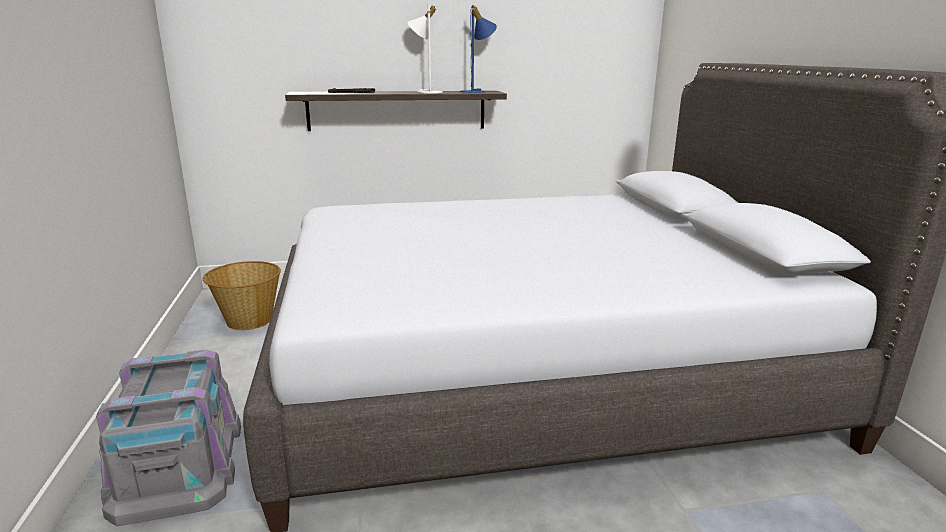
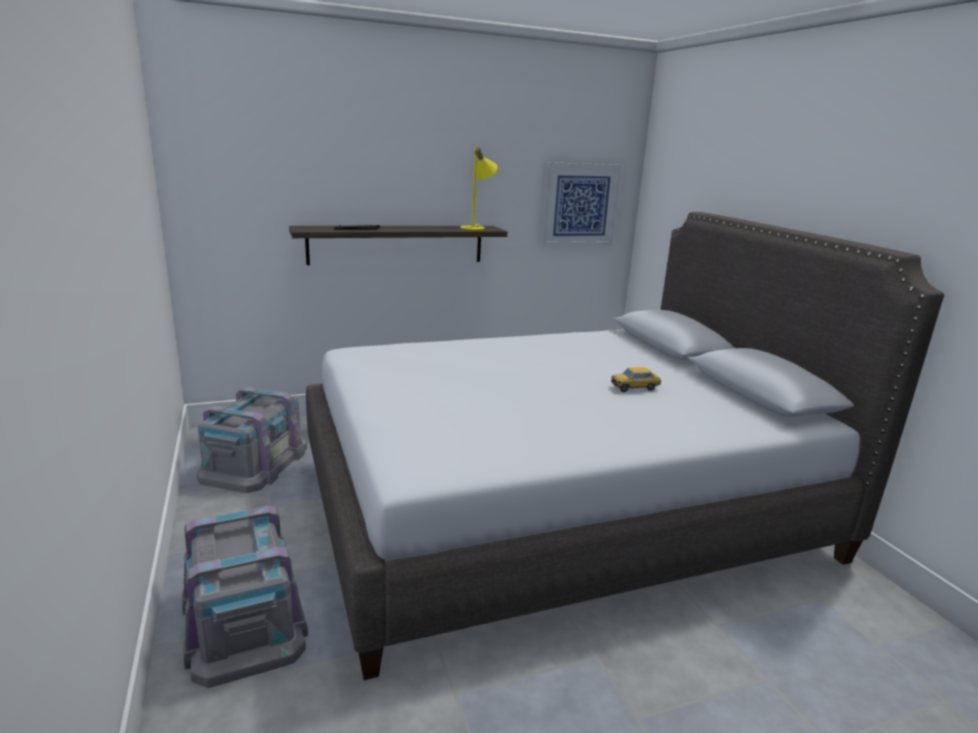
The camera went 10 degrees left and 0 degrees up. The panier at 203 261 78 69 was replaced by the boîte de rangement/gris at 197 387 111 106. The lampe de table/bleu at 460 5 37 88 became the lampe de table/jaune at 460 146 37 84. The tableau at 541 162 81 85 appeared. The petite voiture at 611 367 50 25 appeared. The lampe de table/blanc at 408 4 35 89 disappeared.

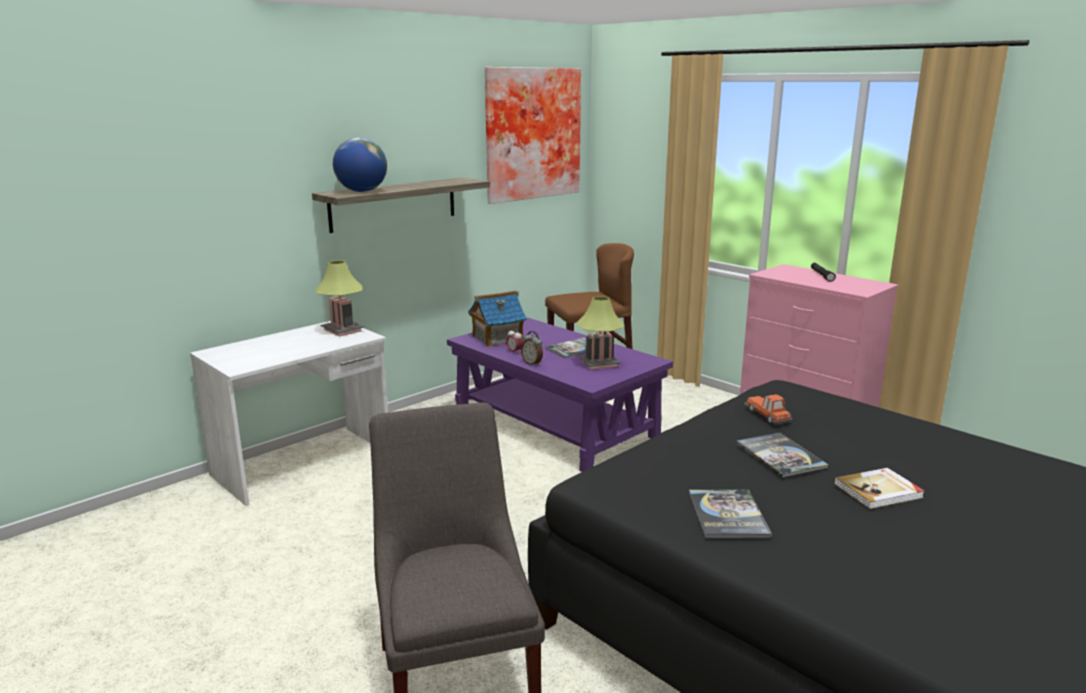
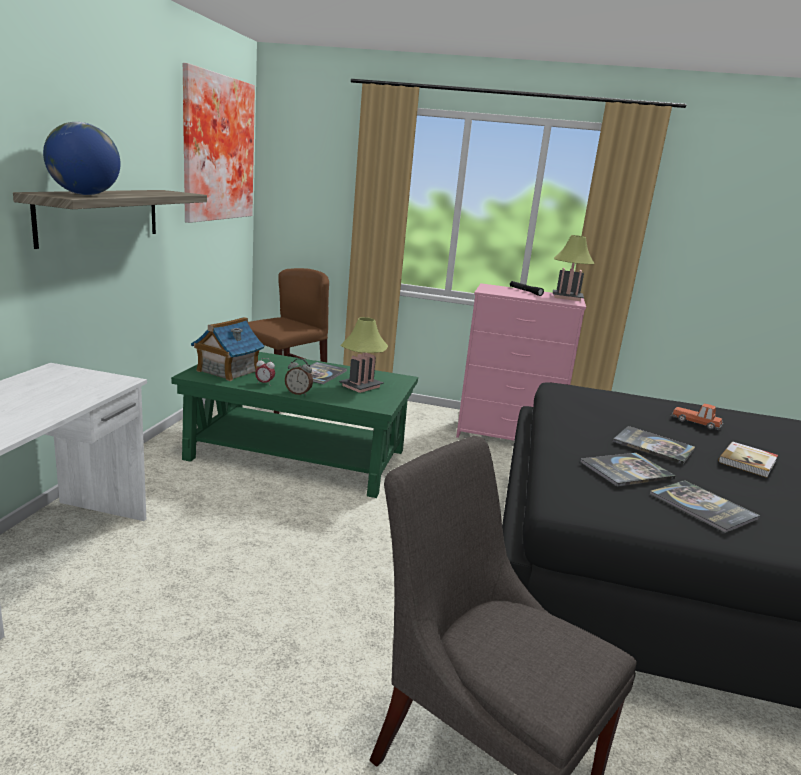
The camera went 35 degrees left and 0 degrees up. The table basse/violet at 447 318 226 154 became the table basse/vert at 171 352 247 146. The lampe de table moved from 316 260 48 76 to 553 235 41 66. The livre at 580 453 96 34 appeared. The petite voiture moved from 744 394 48 31 to 671 404 52 26.

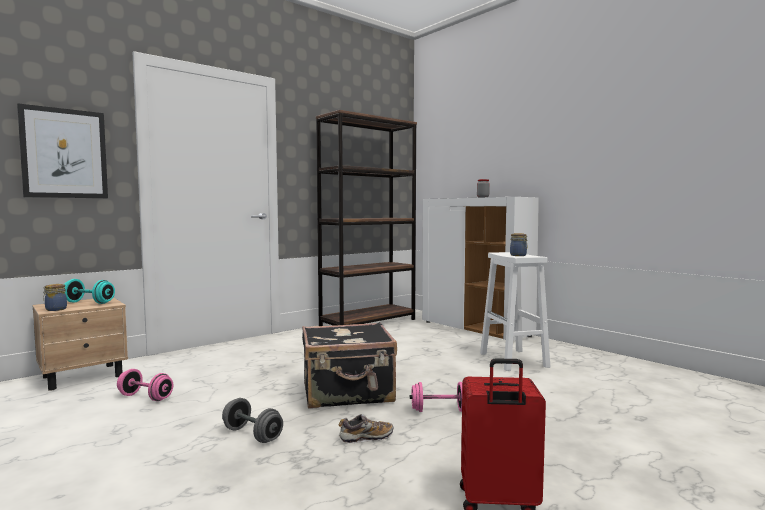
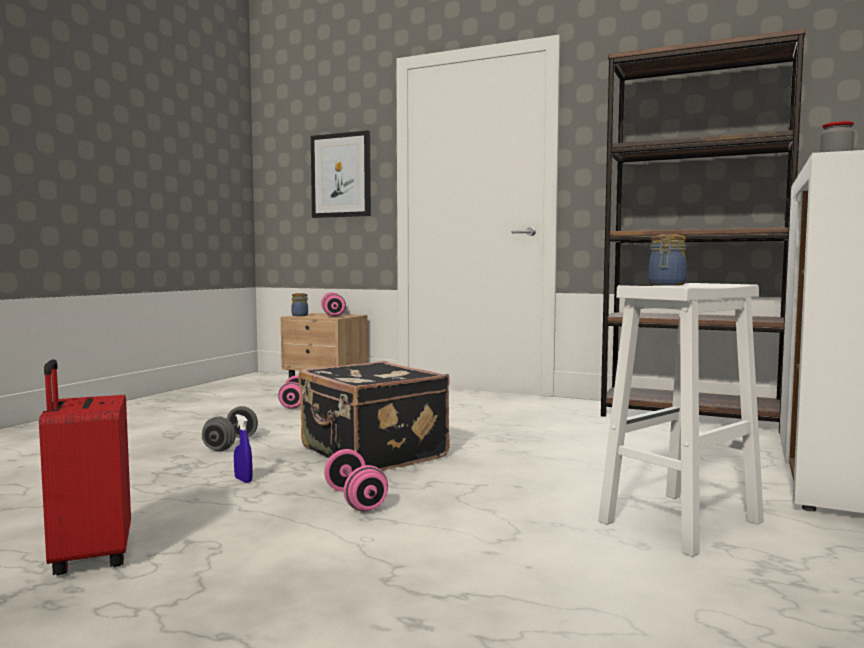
The camera went 65 degrees right and 0 degrees up. The chaussure at 339 414 54 29 was replaced by the vaporisateur/bleu at 234 414 19 69. The haltère/turquoise at 64 279 51 25 became the haltère/rose at 321 292 25 25.

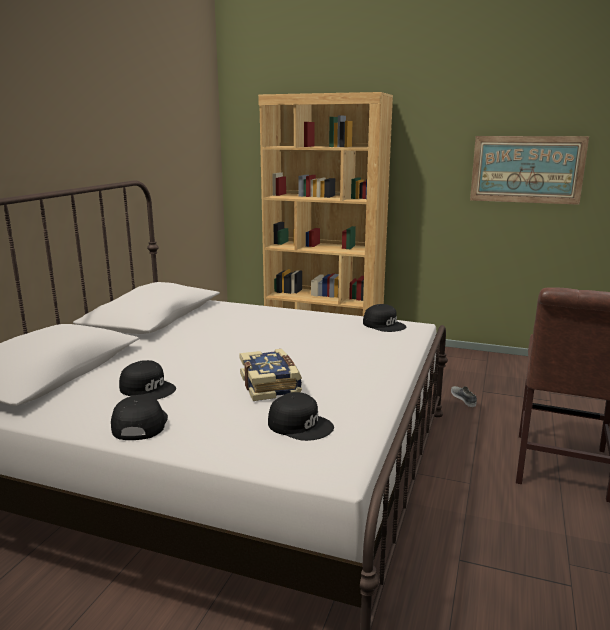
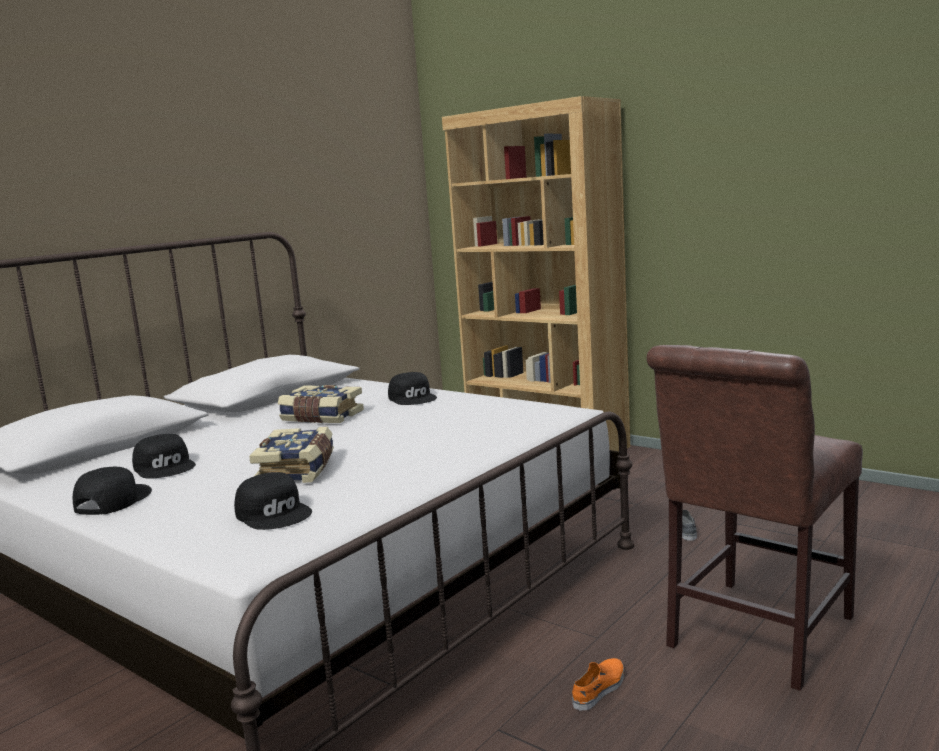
The camera went 20 degrees right and 5 degrees down. The livre at 278 385 86 38 appeared. The casquette/noir moved from 363 304 44 28 to 388 372 49 33. The chaussure/orange at 572 658 52 52 appeared. The tableau at 470 136 119 69 disappeared.

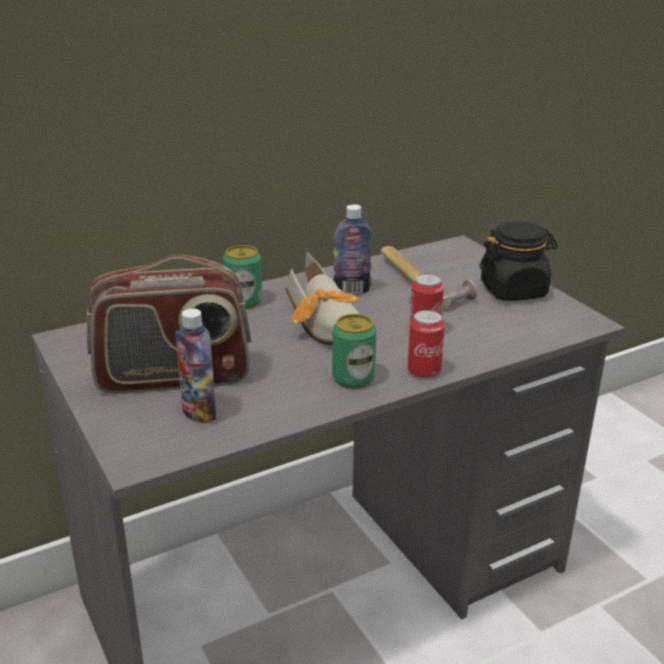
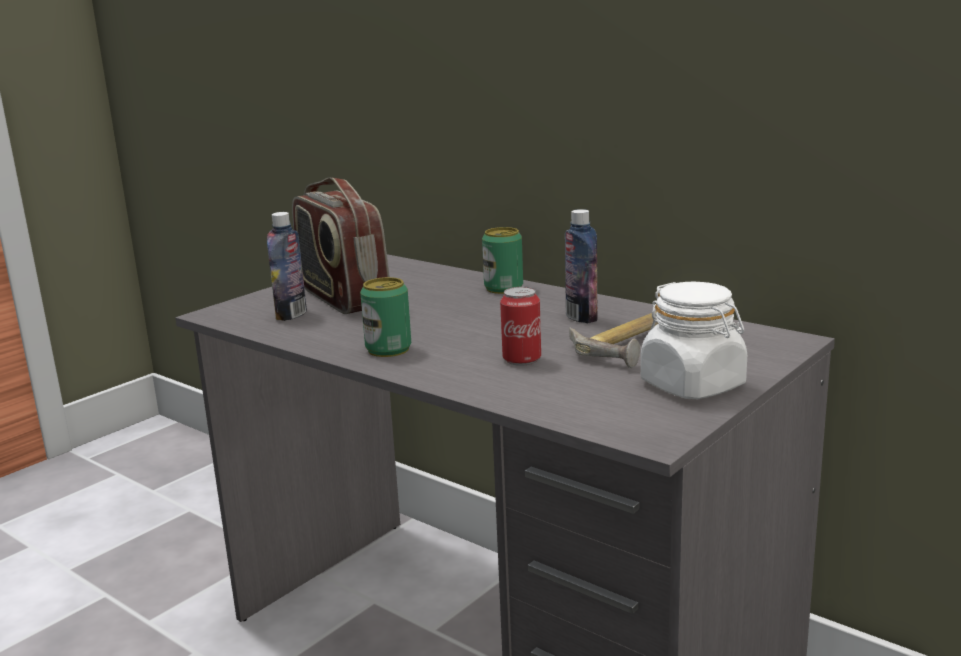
The camera went 70 degrees right and 10 degrees down. The bocal/noir at 480 221 77 80 became the bocal/blanc at 641 282 106 117. The chaussure at 286 252 74 93 disappeared. The boîte métallique at 408 310 37 68 disappeared.

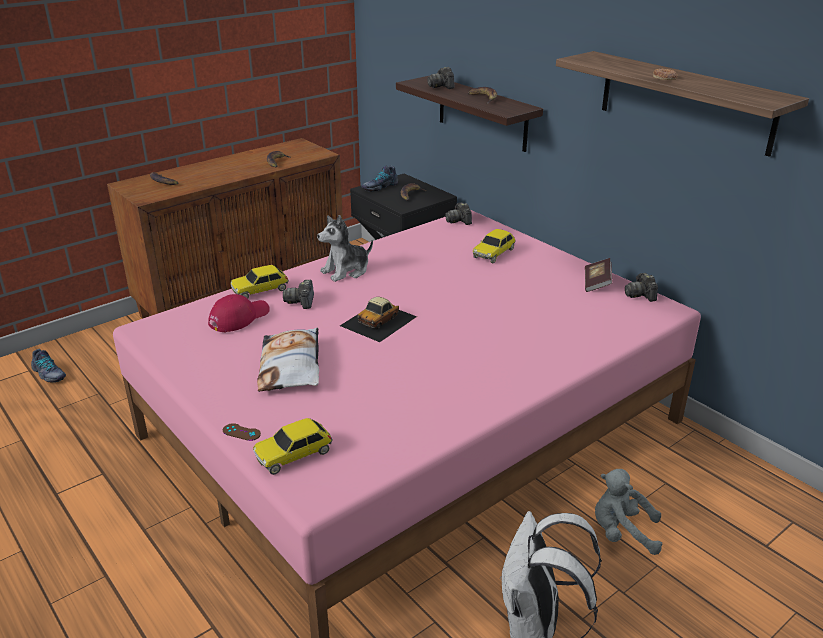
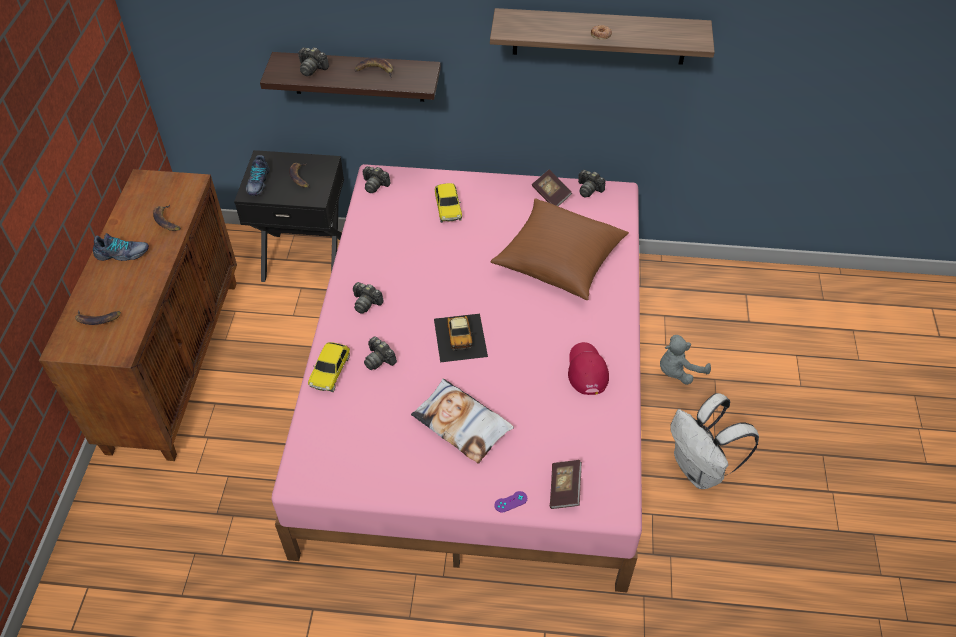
The camera went 45 degrees left and 20 degrees up. The chaussure moved from 31 349 35 34 to 93 233 56 28. The peluche at 317 215 56 67 was replaced by the appareil photo at 353 282 31 32. The coussin/marron at 491 198 138 102 appeared. The manette/marron at 223 423 38 18 became the manette/violet at 494 491 33 22. The petite voiture at 253 418 80 57 was replaced by the livre at 550 460 32 49. The casquette/rouge moved from 208 294 62 39 to 568 342 41 53.

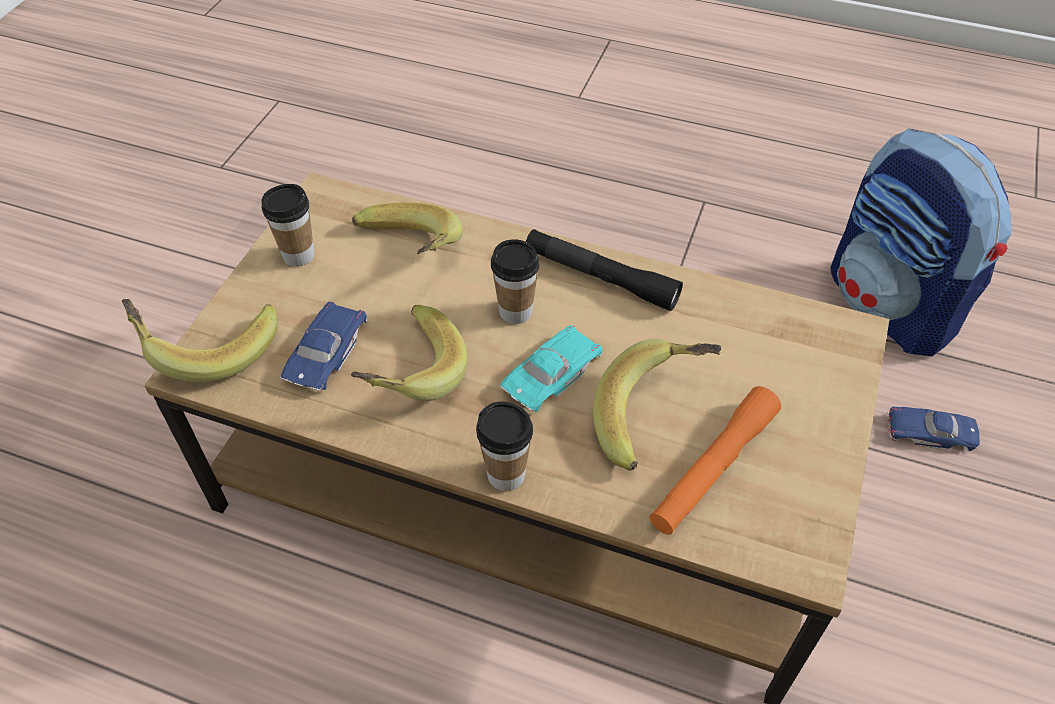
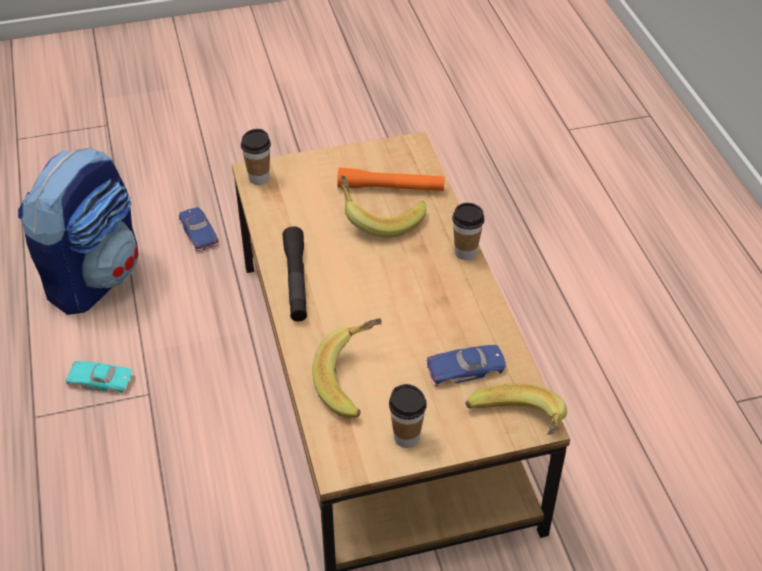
The camera went 125 degrees left and 5 degrees down. The petite voiture/turquoise moved from 500 325 103 87 to 65 361 68 32. The tasse moved from 491 239 49 85 to 241 129 30 56. The banane at 351 305 116 96 disappeared.

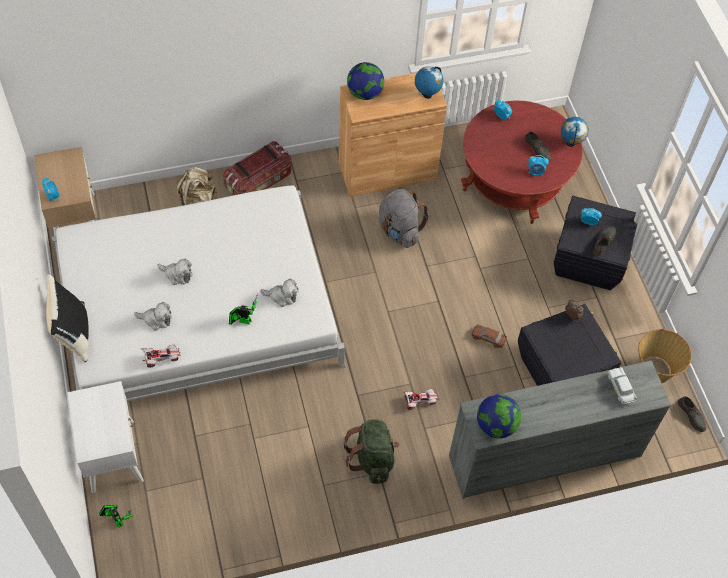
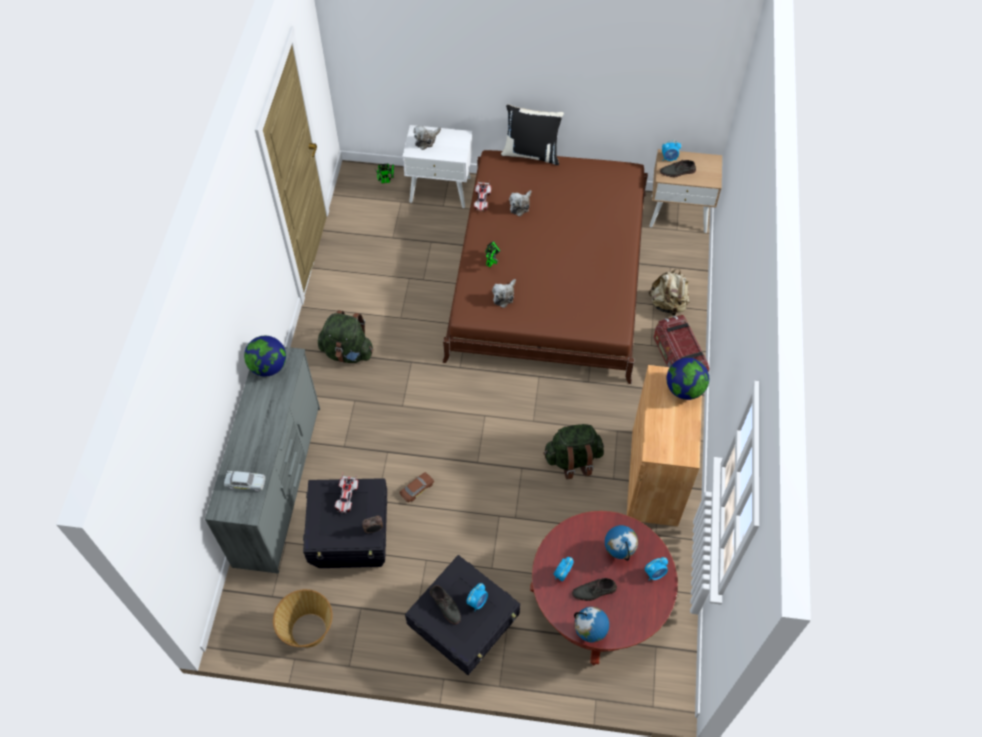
The camera went 115 degrees right and 0 degrees up. The petite voiture moved from 403 389 36 21 to 335 474 23 39. The peluche moved from 157 259 35 26 to 413 126 28 24. The lit/blanc at 52 185 294 216 became the lit/marron at 442 150 206 234. The sac à dos/gris at 379 189 50 59 became the sac à dos/vert at 543 424 61 55. The globe moved from 415 66 29 33 to 605 525 33 36. The chaussure/gris moved from 678 396 28 36 to 660 160 36 17.

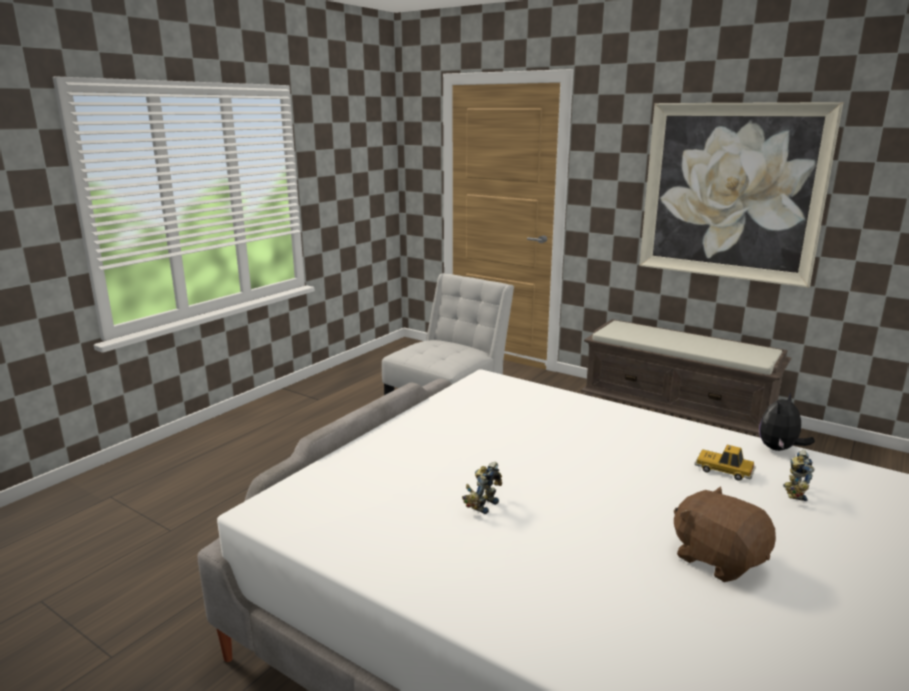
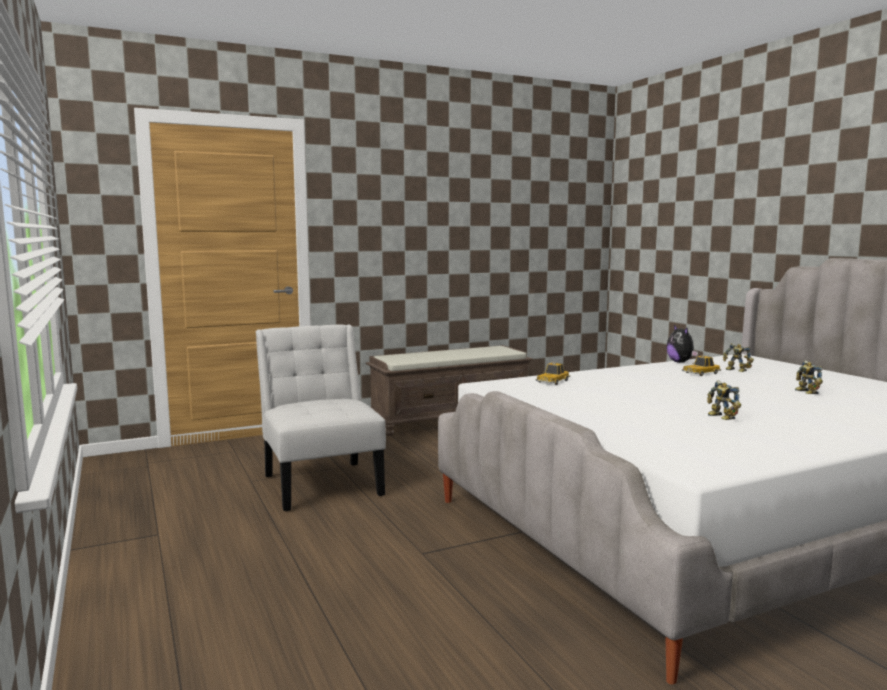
The camera went 60 degrees left and 10 degrees down. The petite voiture at 535 362 35 23 appeared. The peluche/marron at 674 486 102 96 was replaced by the robot jouet at 795 360 28 34. The tableau at 639 102 204 186 disappeared.

